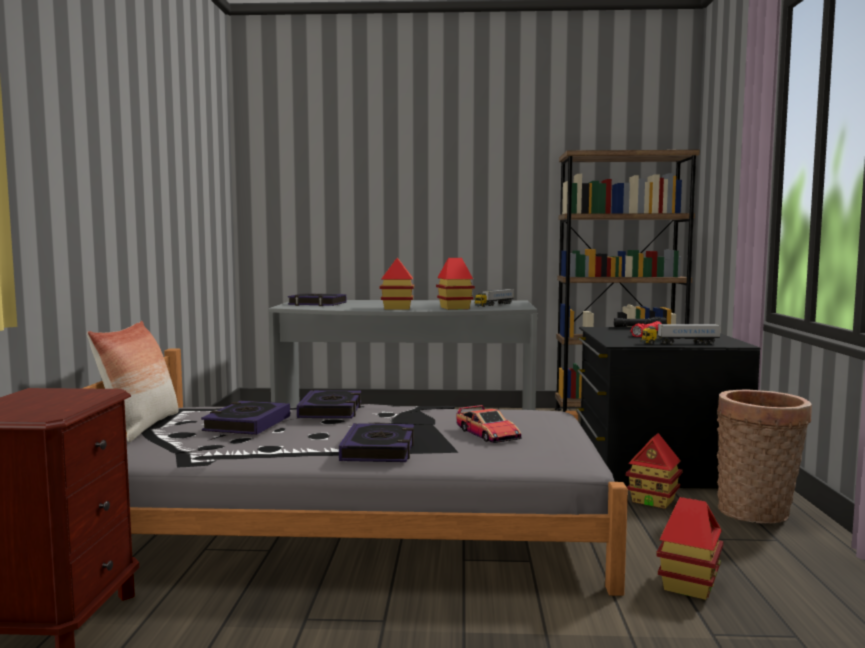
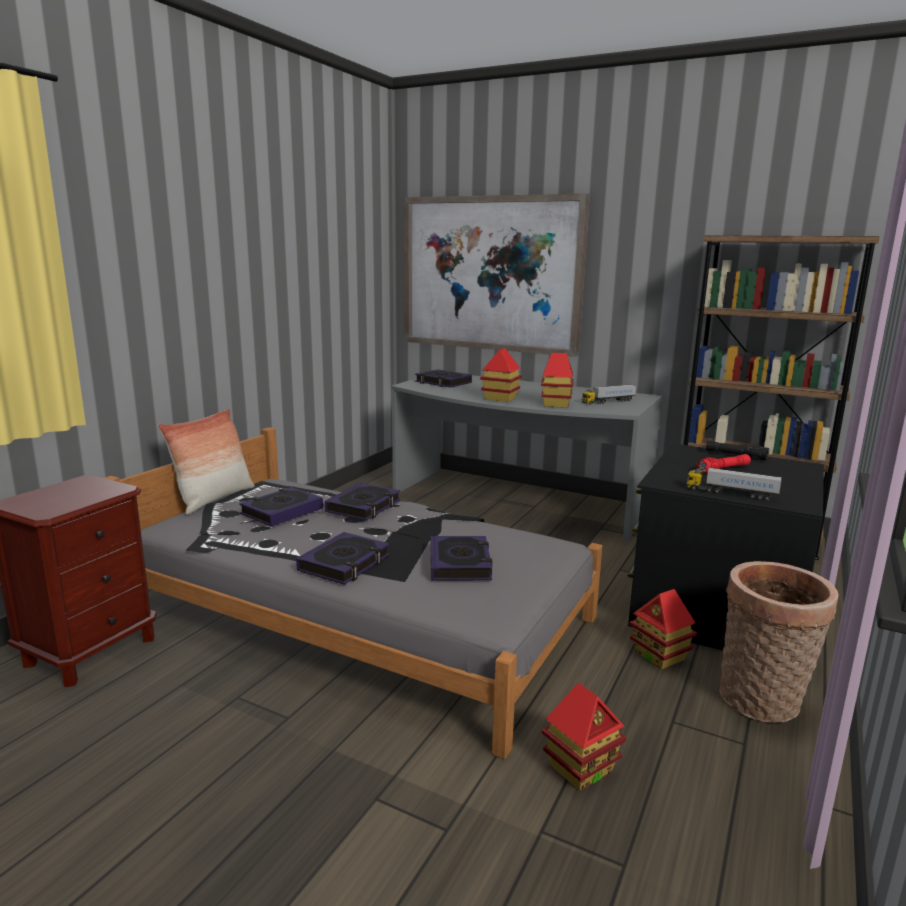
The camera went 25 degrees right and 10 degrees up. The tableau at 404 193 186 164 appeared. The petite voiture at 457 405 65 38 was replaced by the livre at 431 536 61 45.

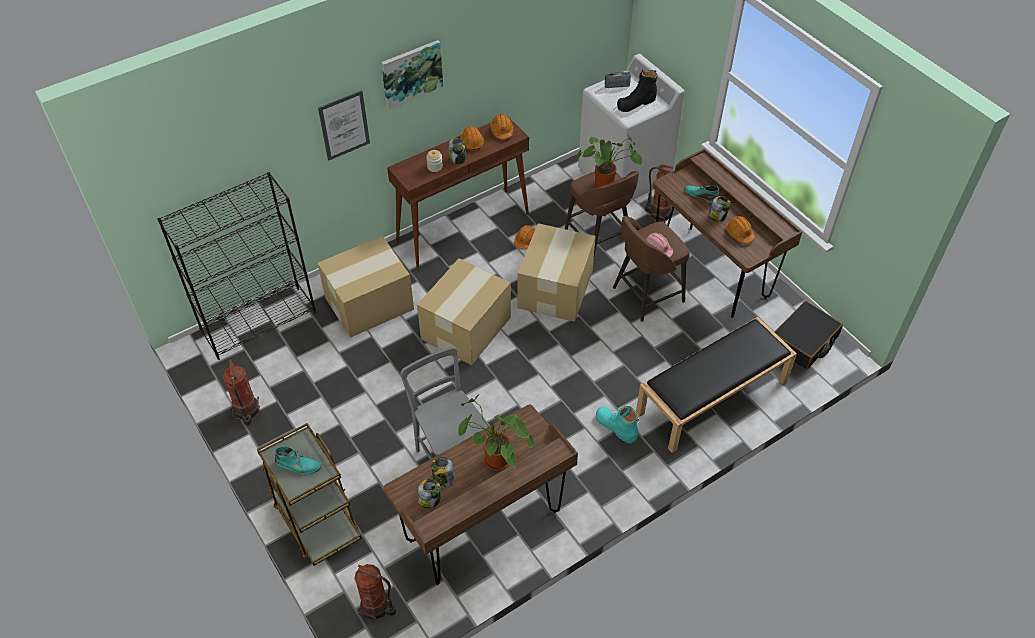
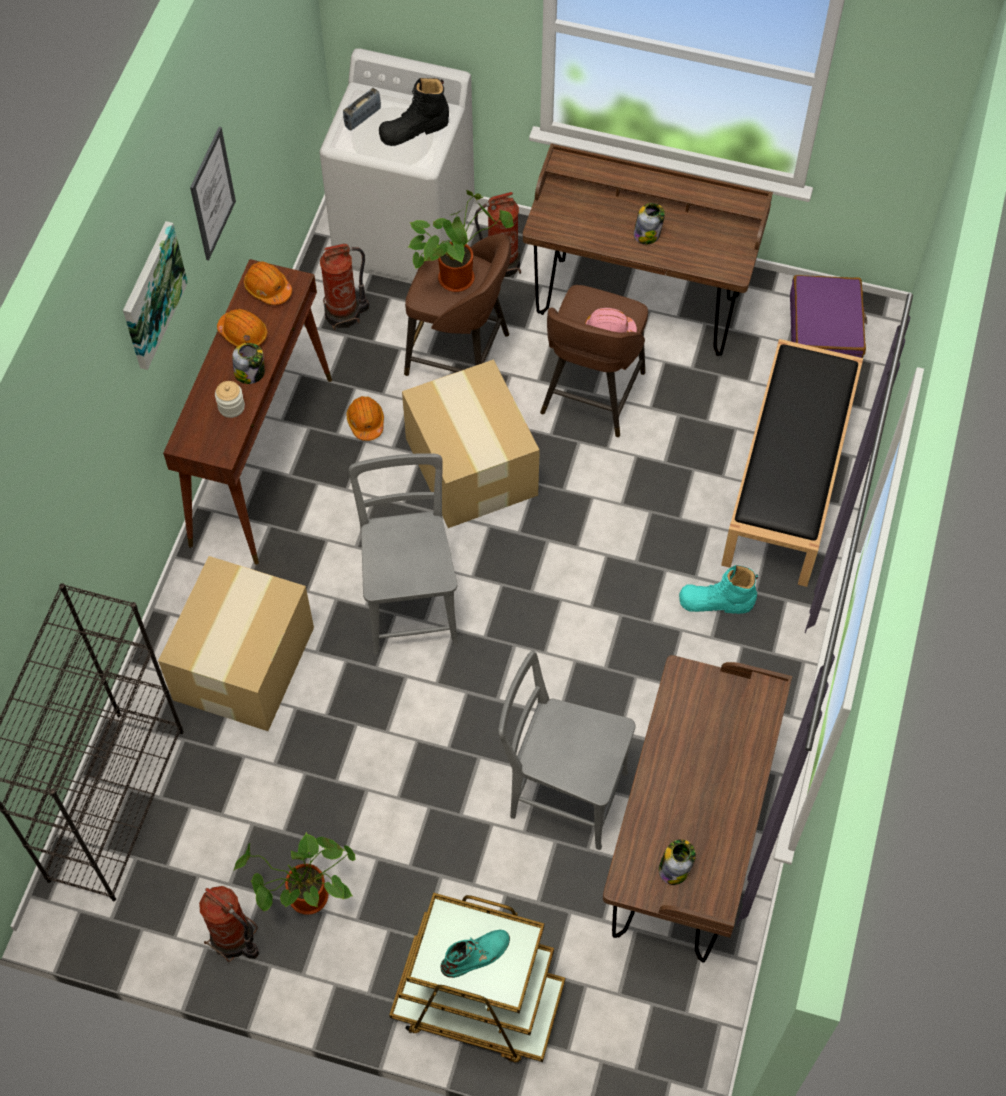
The camera went 40 degrees left and 10 degrees up. The tableau moved from 318 90 52 71 to 190 127 46 133. The plante en pot moved from 458 395 76 76 to 233 832 123 83. The extincteur moved from 354 564 42 58 to 320 244 49 87. The carton at 417 258 94 107 was replaced by the chaise/gris at 349 453 109 202. The botte/noir at 617 70 40 42 turned 45 degrees clockwise. The valise/noir at 774 301 69 68 became the valise/violet at 790 275 77 83. The bocal at 431 457 24 31 disappeared. The botte/turquoise at 684 185 35 19 disappeared. The casque de chantier/orange at 726 216 29 27 disappeared.

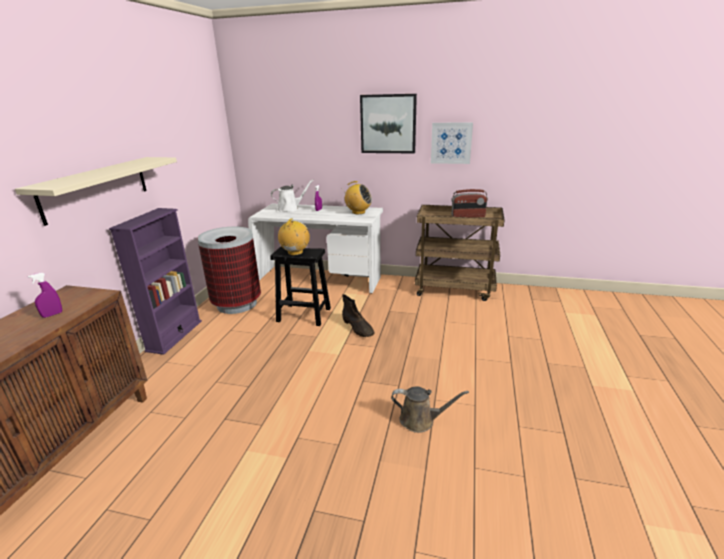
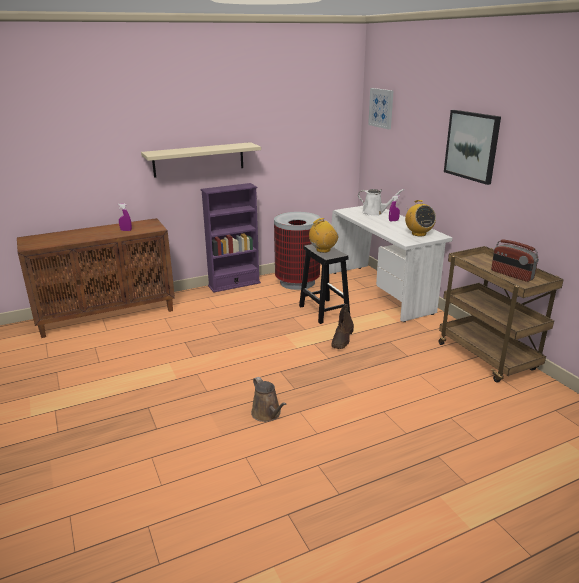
The camera went 50 degrees right and 0 degrees up. The tableau moved from 431 122 42 42 to 368 88 25 41.

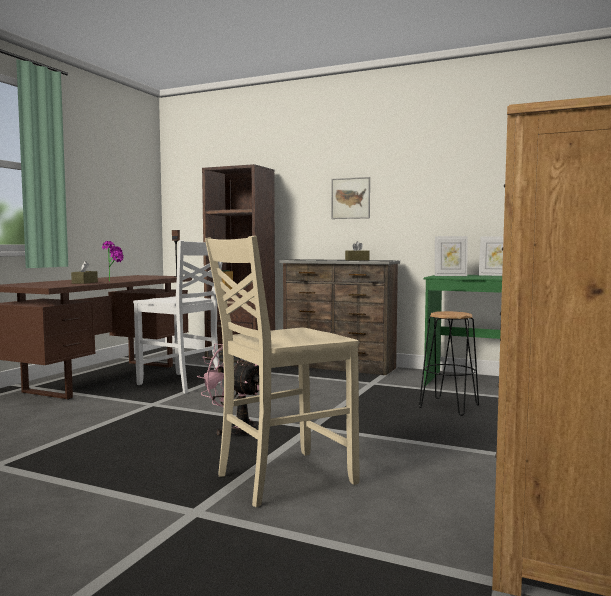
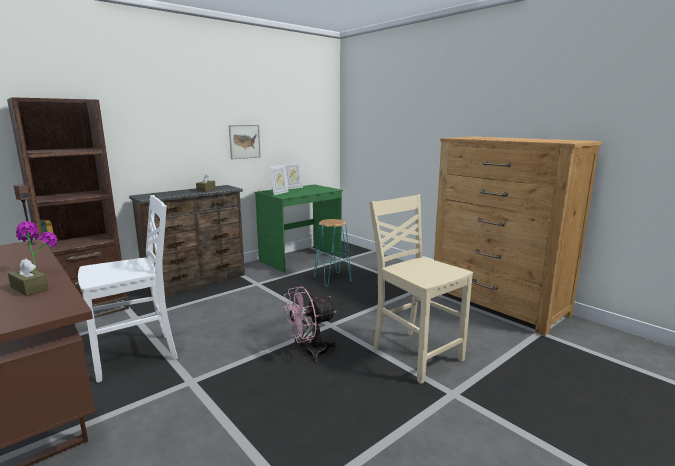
The camera went 65 degrees left and 10 degrees up. The tableau moved from 331 177 39 42 to 229 125 32 34. The tabouret/noir at 419 311 60 105 became the tabouret/turquoise at 314 219 38 68. The chaise/beige at 205 236 154 271 turned 150 degrees clockwise.

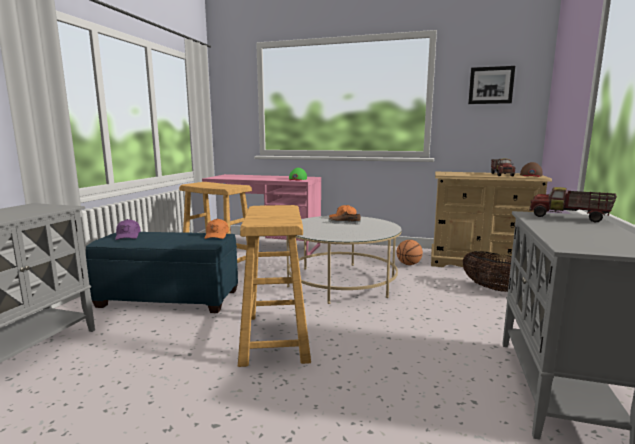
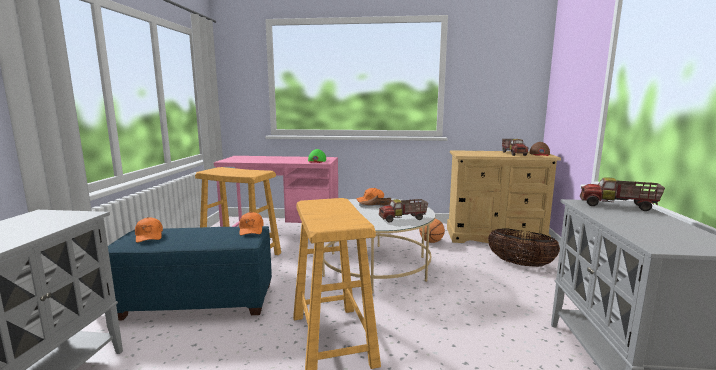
The camera went 10 degrees left and 0 degrees up. The casquette/violet at 115 219 26 21 became the casquette/orange at 135 217 28 26. The camion jouet at 379 199 49 24 appeared. The tableau at 468 66 47 38 disappeared.

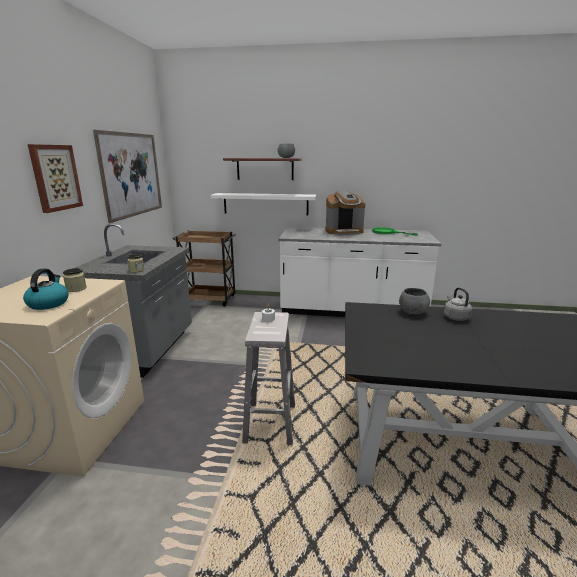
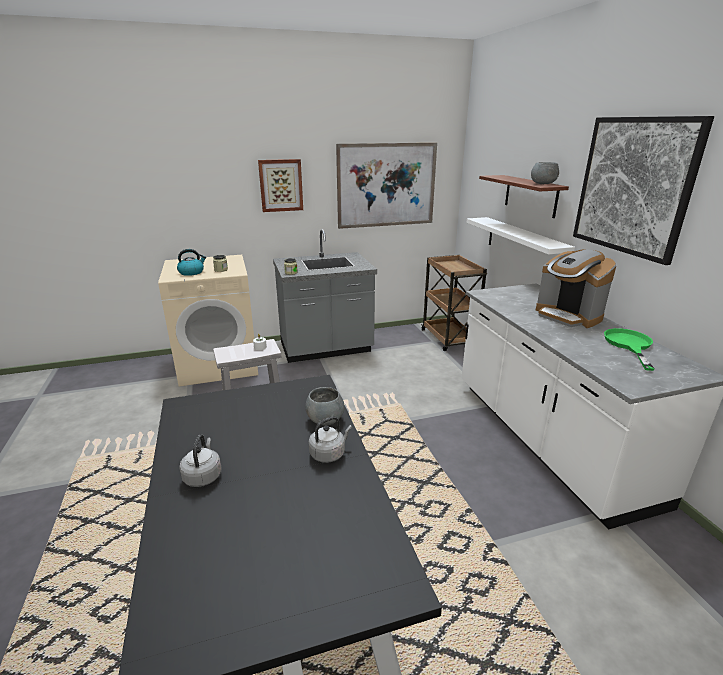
The camera went 65 degrees right and 5 degrees up. The bouilloire/gris at 179 434 43 53 appeared. The tableau at 573 116 141 149 appeared.

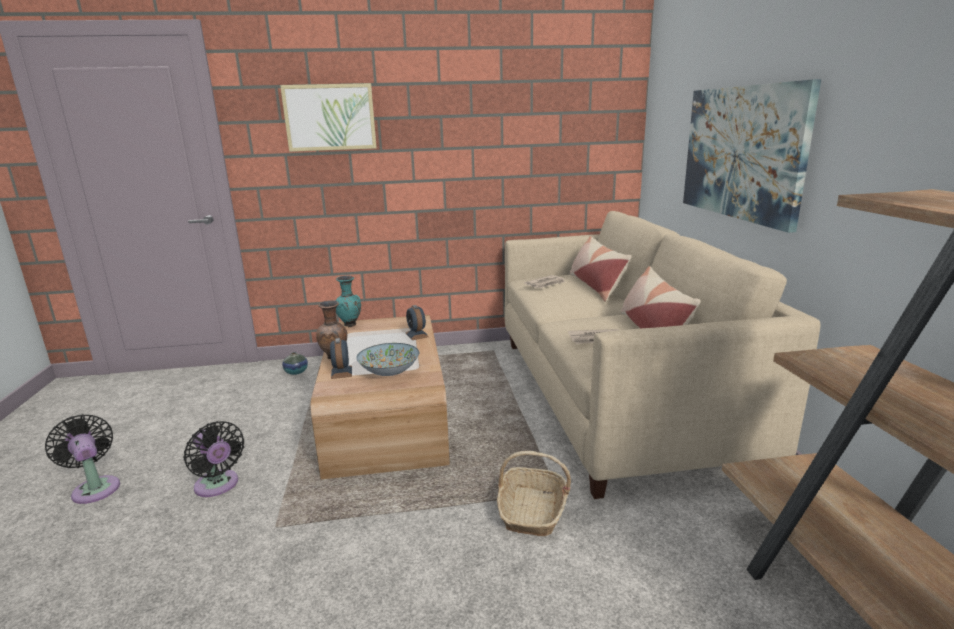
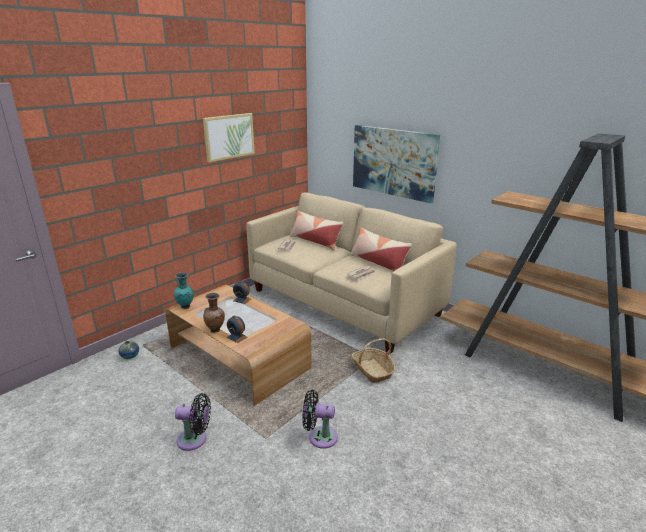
The camera went 40 degrees left and 5 degrees up. The tableau moved from 280 83 97 69 to 203 113 52 49. The ventilateur/noir moved from 45 414 75 90 to 302 390 36 59. The bol at 356 343 63 33 disappeared.

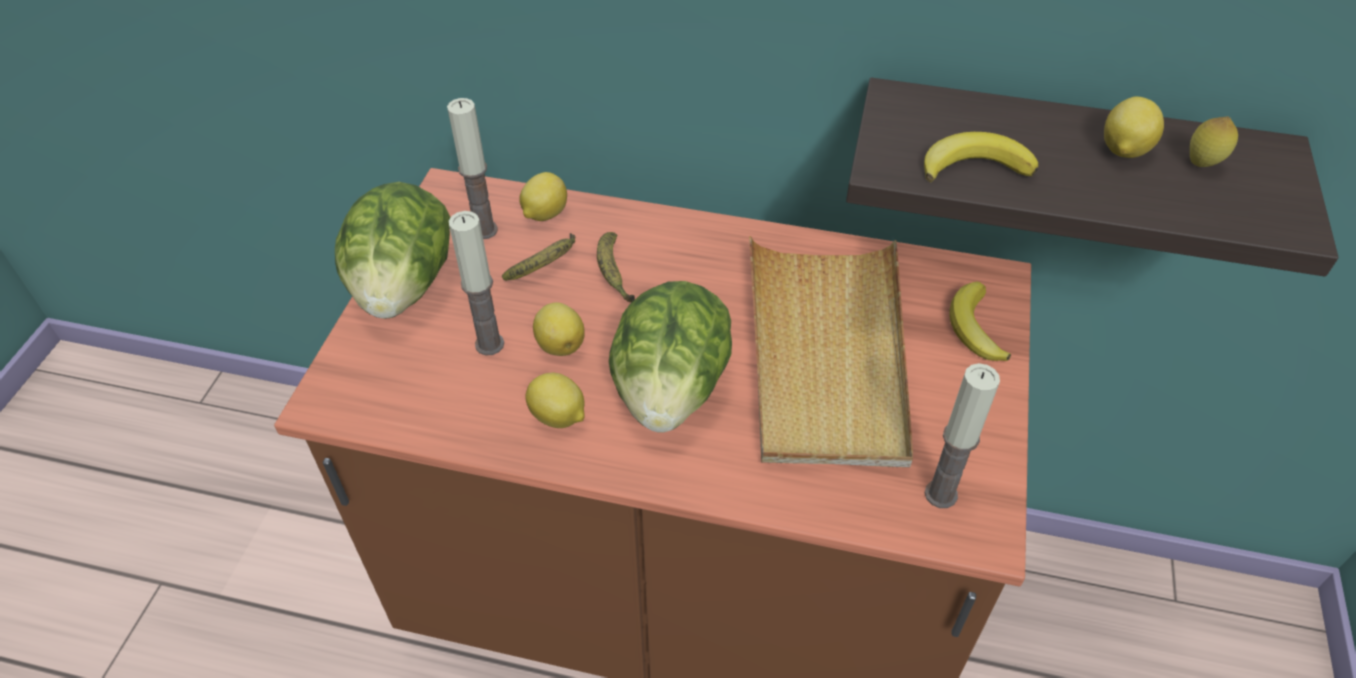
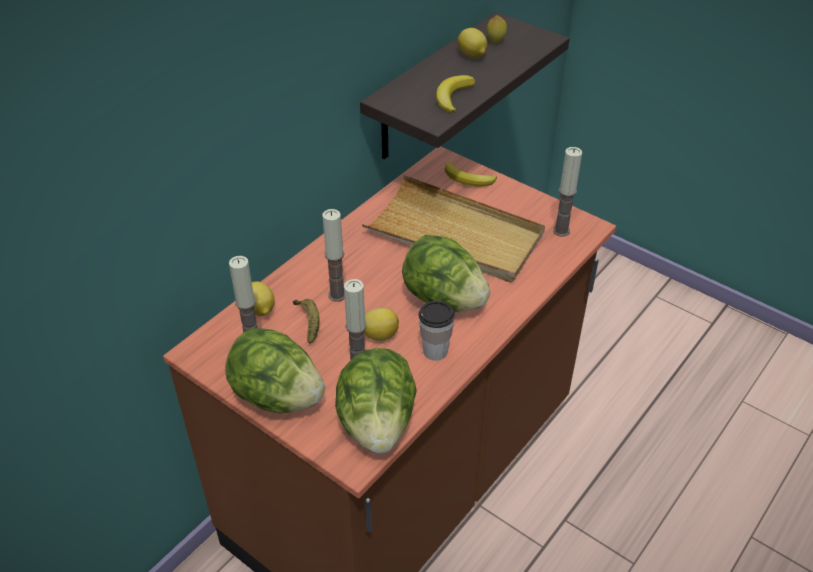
The camera went 65 degrees left and 5 degrees down. The banane at 597 232 38 71 was replaced by the bougie at 322 209 23 93. The laitue at 335 348 82 105 appeared. The citron at 525 372 60 56 was replaced by the tasse at 419 301 36 60.

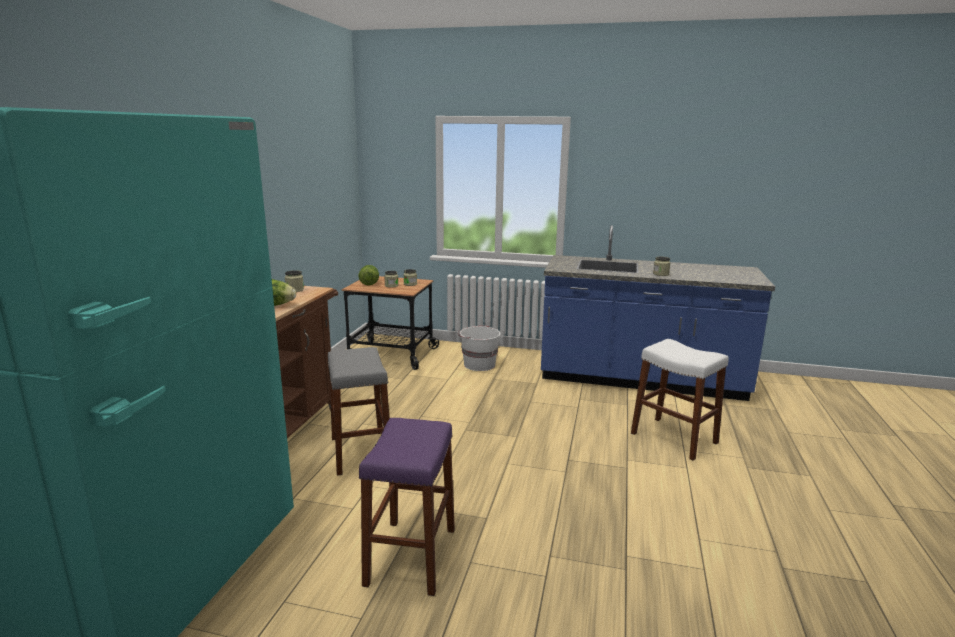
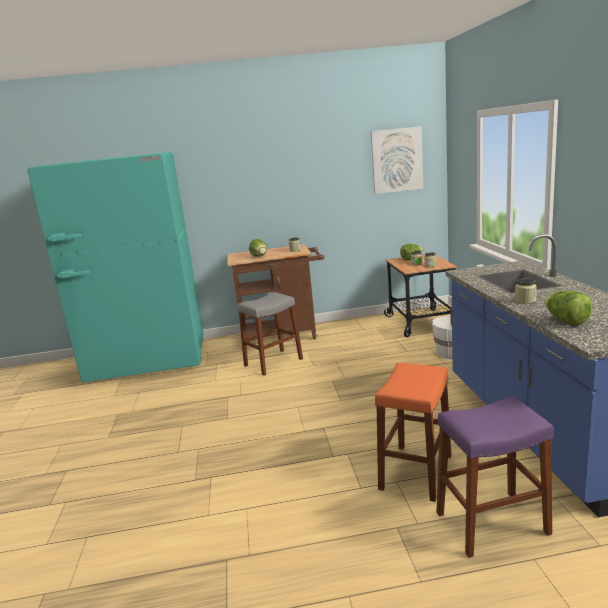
The camera went 70 degrees right and 0 degrees up. The tableau at 371 126 52 68 appeared. The tabouret/blanc at 631 339 97 122 became the tabouret/orange at 375 363 76 139. The tabouret/violet moved from 359 418 96 178 to 436 397 118 161. The laitue at 544 291 48 35 appeared.

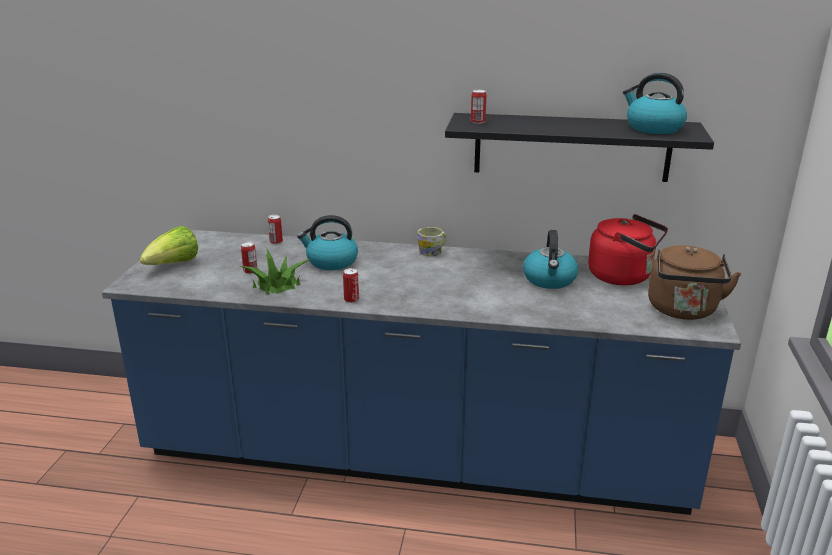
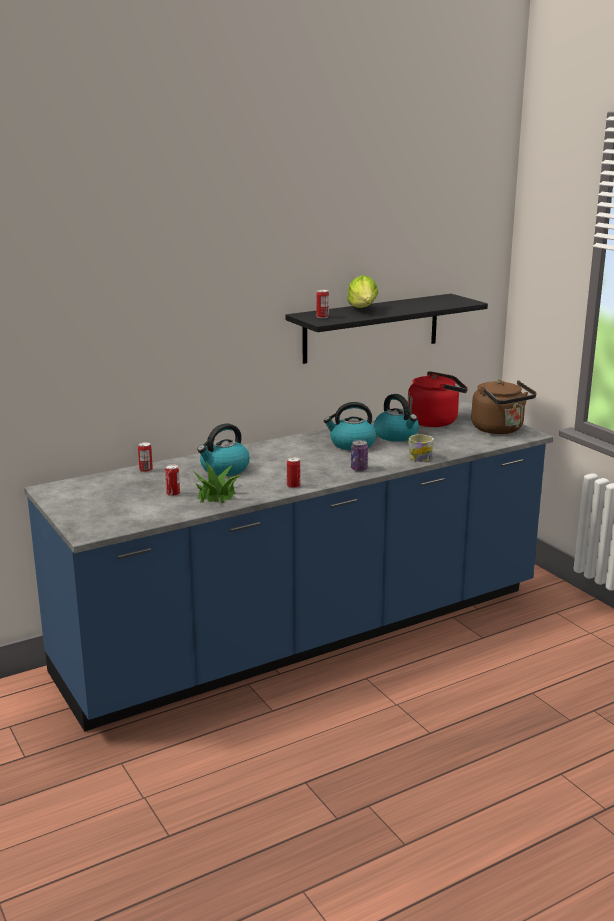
The camera went 40 degrees left and 5 degrees down. The bouilloire moved from 623 73 64 61 to 323 402 53 49. The laitue moved from 140 226 58 39 to 347 275 31 33. The boîte métallique at 351 440 17 31 appeared. The mug moved from 417 227 30 29 to 408 434 26 28.

